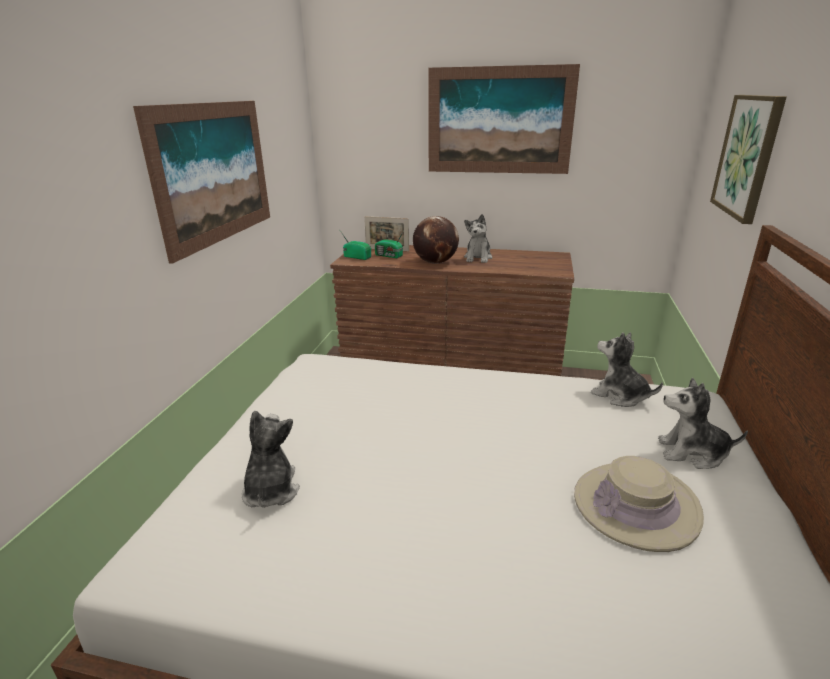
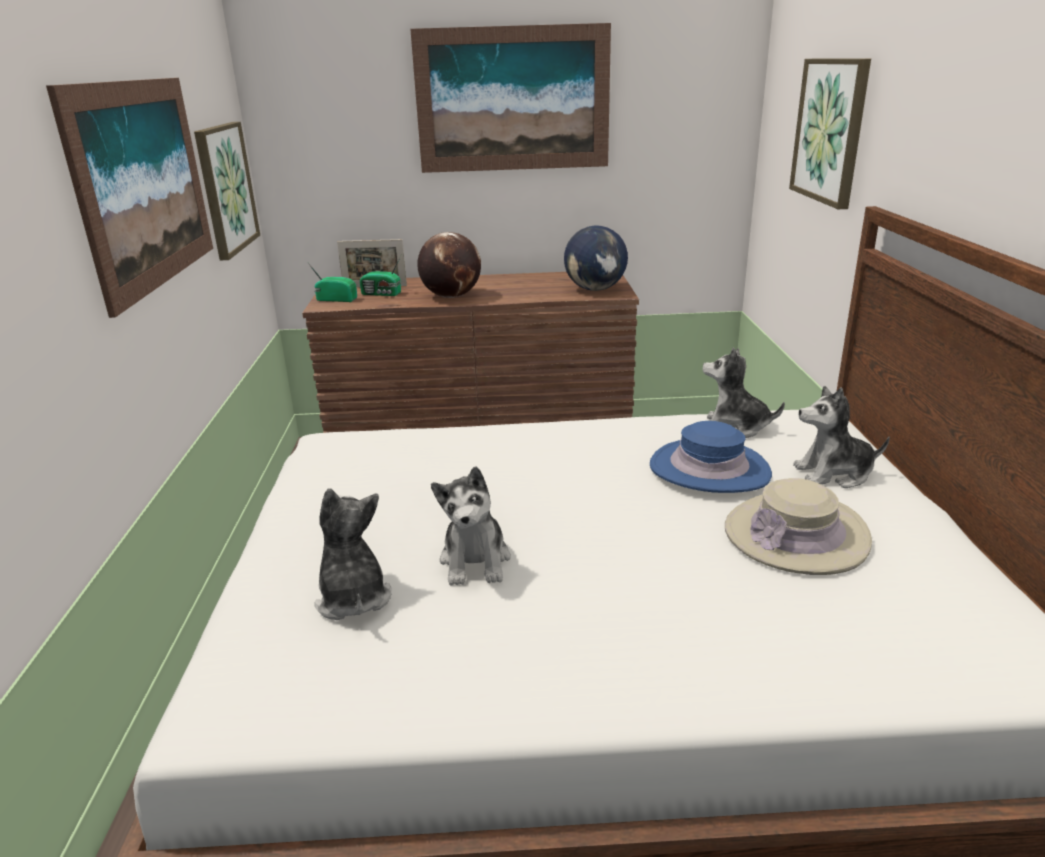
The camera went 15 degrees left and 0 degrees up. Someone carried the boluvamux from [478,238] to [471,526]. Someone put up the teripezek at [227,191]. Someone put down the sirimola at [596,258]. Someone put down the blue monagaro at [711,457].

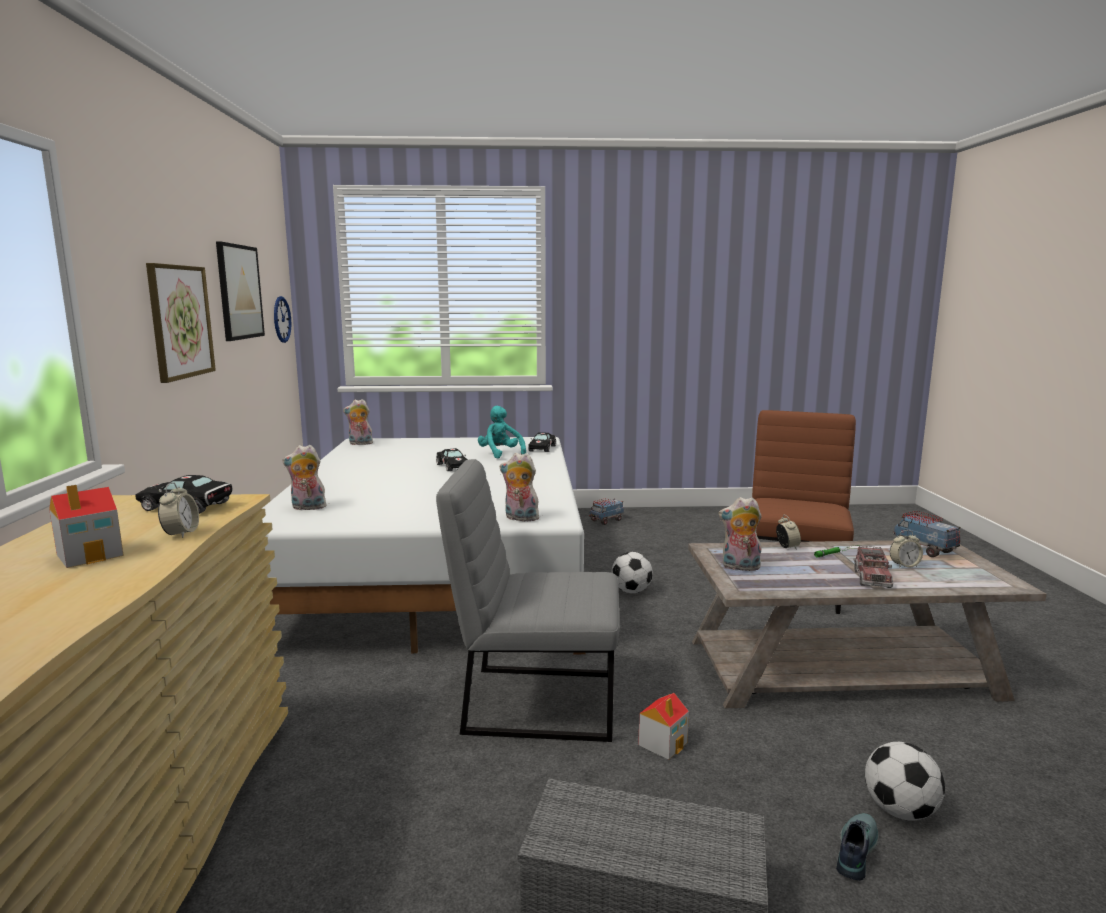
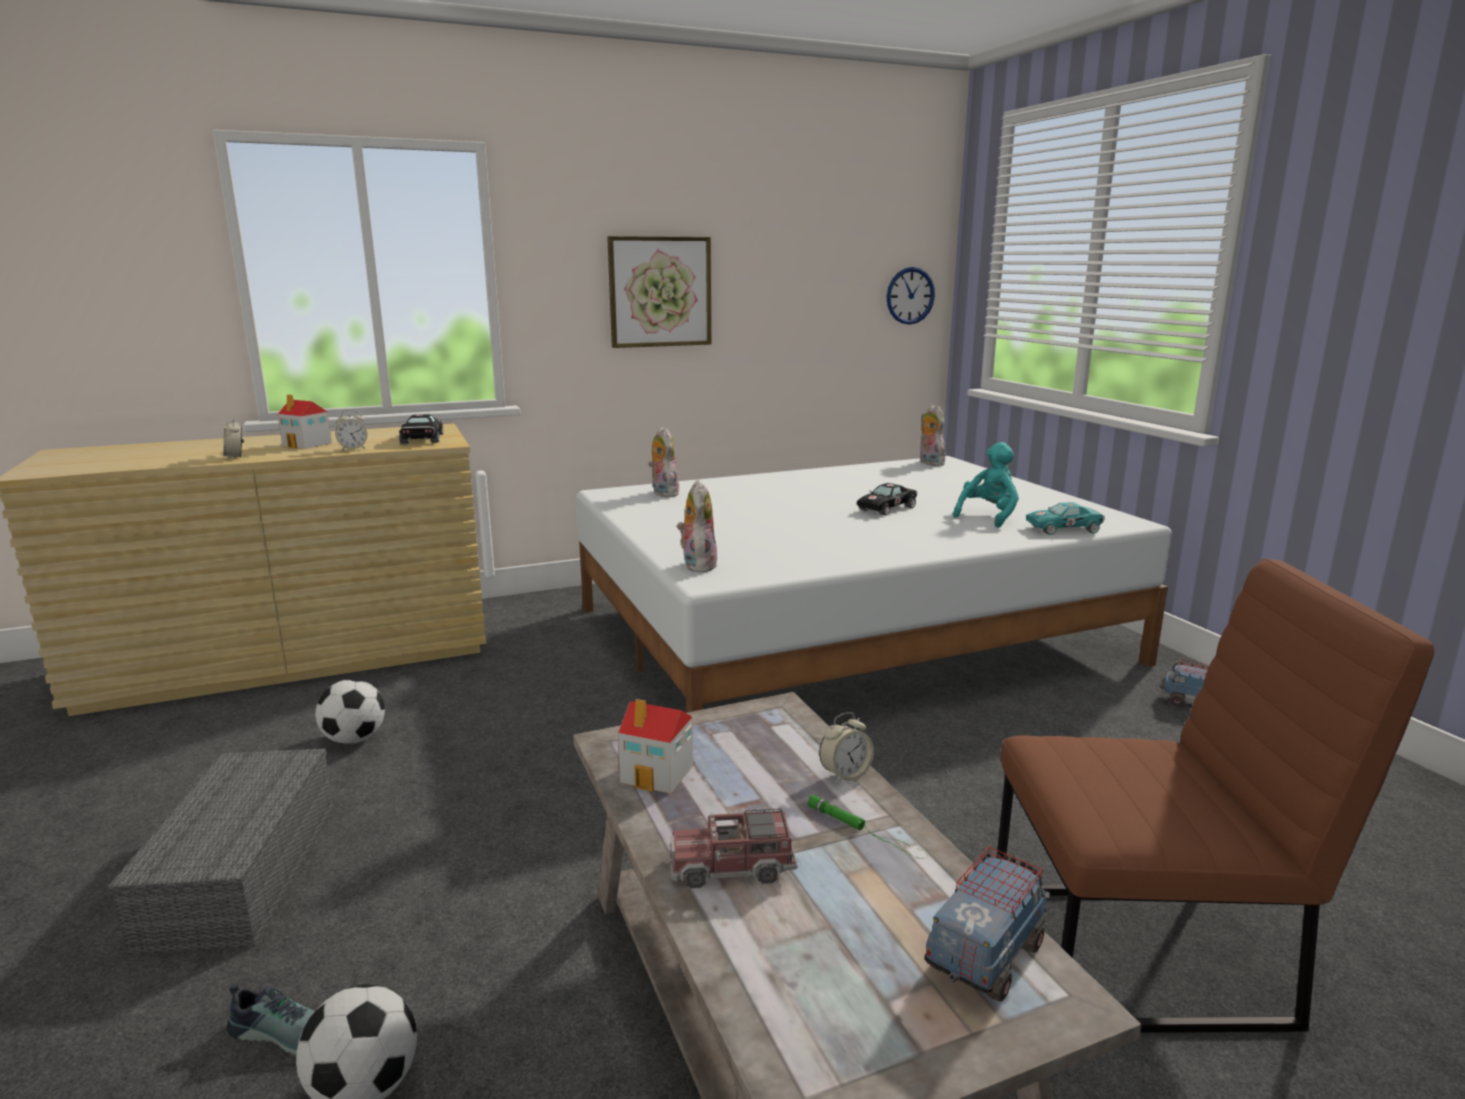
The camera went 70 degrees right and 5 degrees up. Someone took away the teripezek at [240,291]. Someone took away the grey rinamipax at [527,600]. Someone repainted the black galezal at [542,442], which became the turquoise galezal at [1065,518]. Someone carried the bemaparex from [632,572] to [350,711]. Someone carried the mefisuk from [663,726] to [655,746]. Someone took away the boluvamux at [740,534]. Someone carried the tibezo from [906,549] to [233,438].

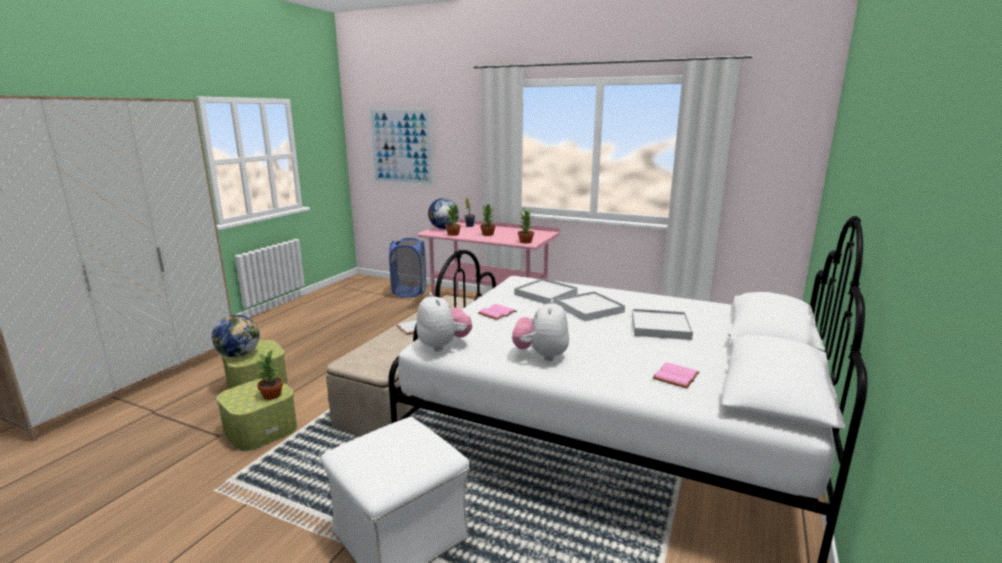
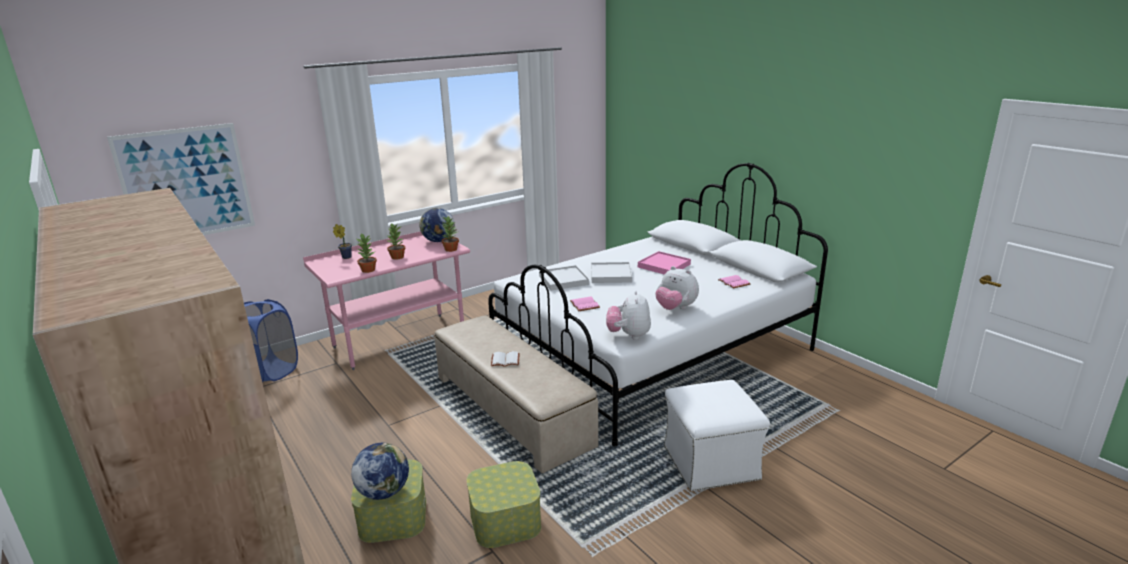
The camera went 60 degrees left and 5 degrees up. Someone took away the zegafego at [269,375]. Someone rotated the boluvamux at [444,321] by 90 degrees counterclockwise. Someone carried the sirimola from [443,213] to [437,225]. Someone repainted the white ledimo at [662,324], which became the pink ledimo at [664,263].

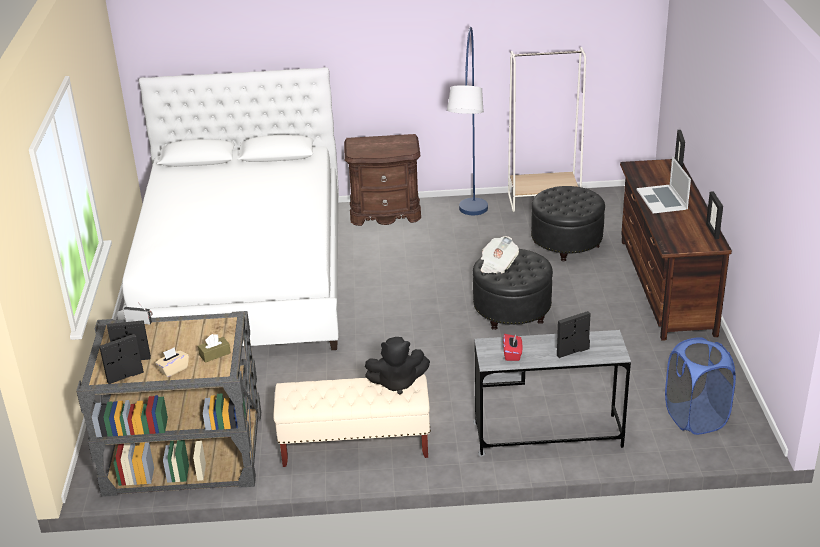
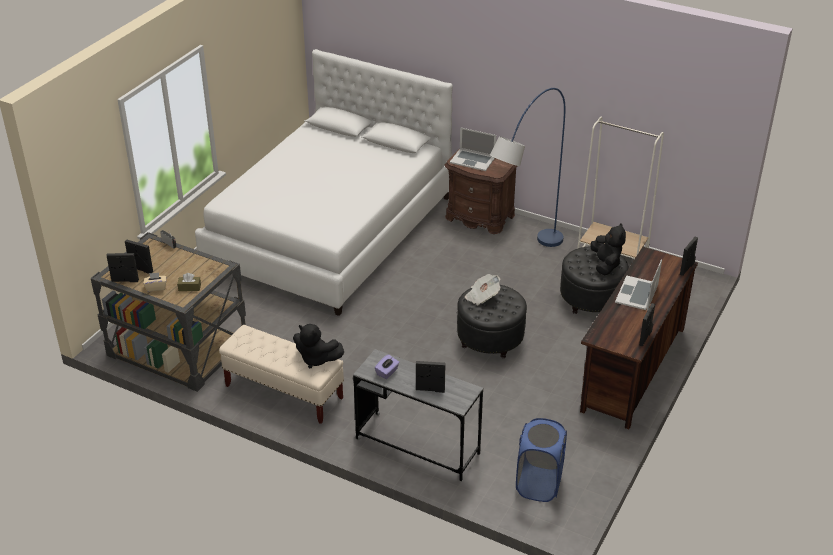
The camera went 30 degrees right and 5 degrees up. Someone repainted the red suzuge at [512,347], which became the purple suzuge at [387,366]. Someone put down the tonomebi at [473,149]. Someone put down the black boluvamux at [608,249].

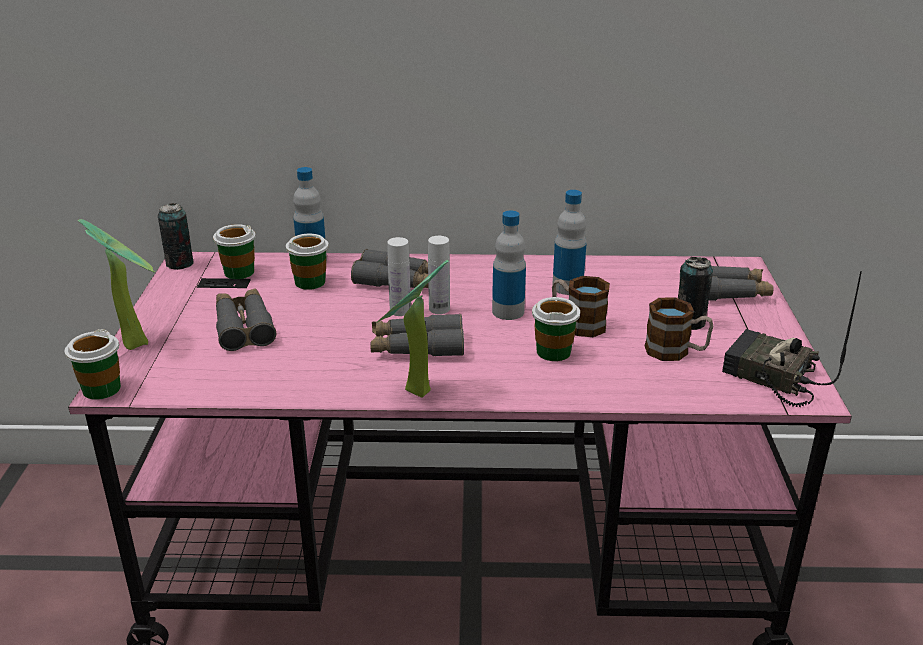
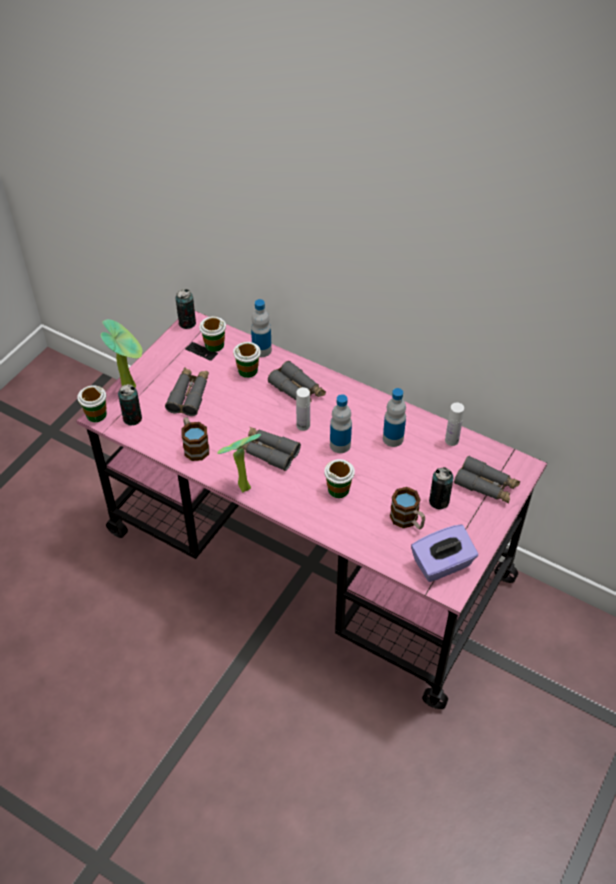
The camera went 30 degrees right and 20 degrees up. Someone carried the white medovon from [399,276] to [454,424]. Someone carried the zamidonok from [581,306] to [195,439]. Someone swapped the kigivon at [792,339] for the purple suzuge at [444,553]. Someone put down the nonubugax at [130,404].

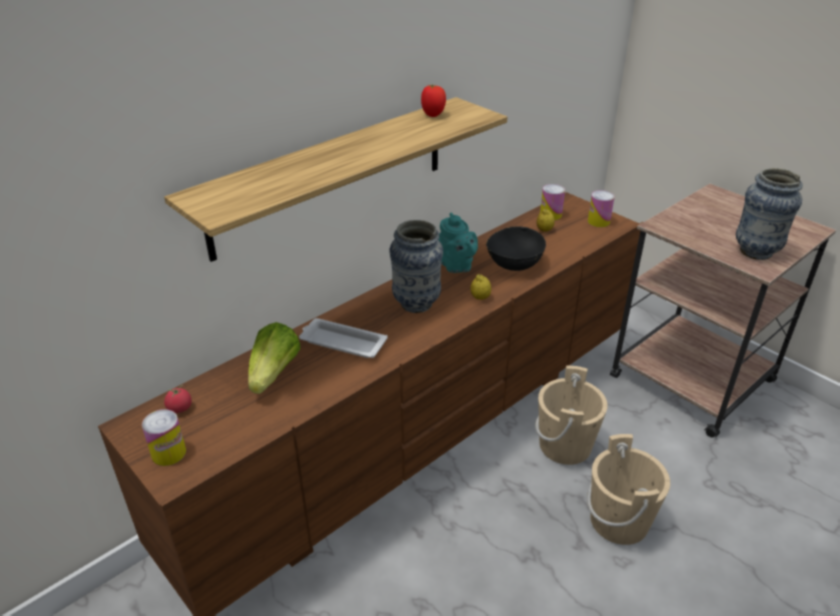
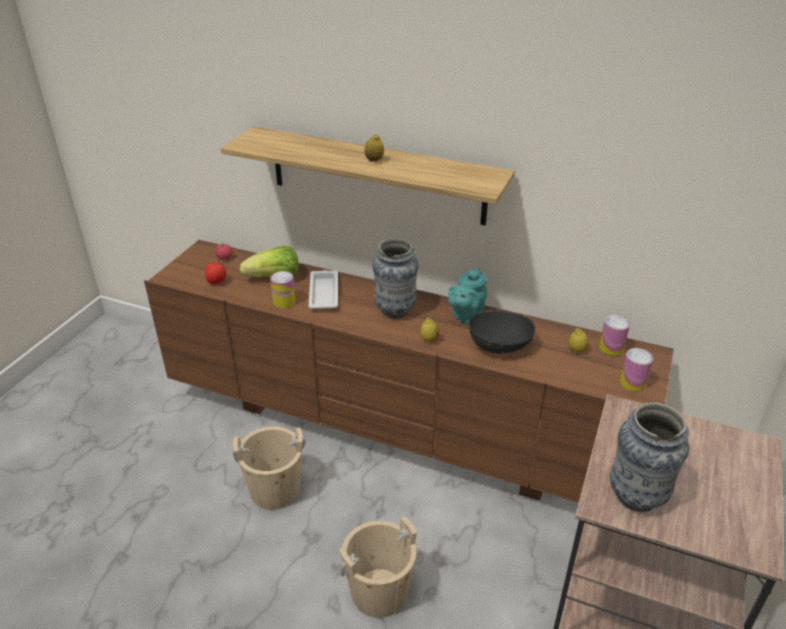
The camera went 65 degrees right and 0 degrees up. Someone carried the nonubugax from [164,437] to [282,289]. Someone carried the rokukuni from [433,101] to [215,273]. Someone carried the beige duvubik from [571,415] to [269,468]. Someone put down the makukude at [374,147].

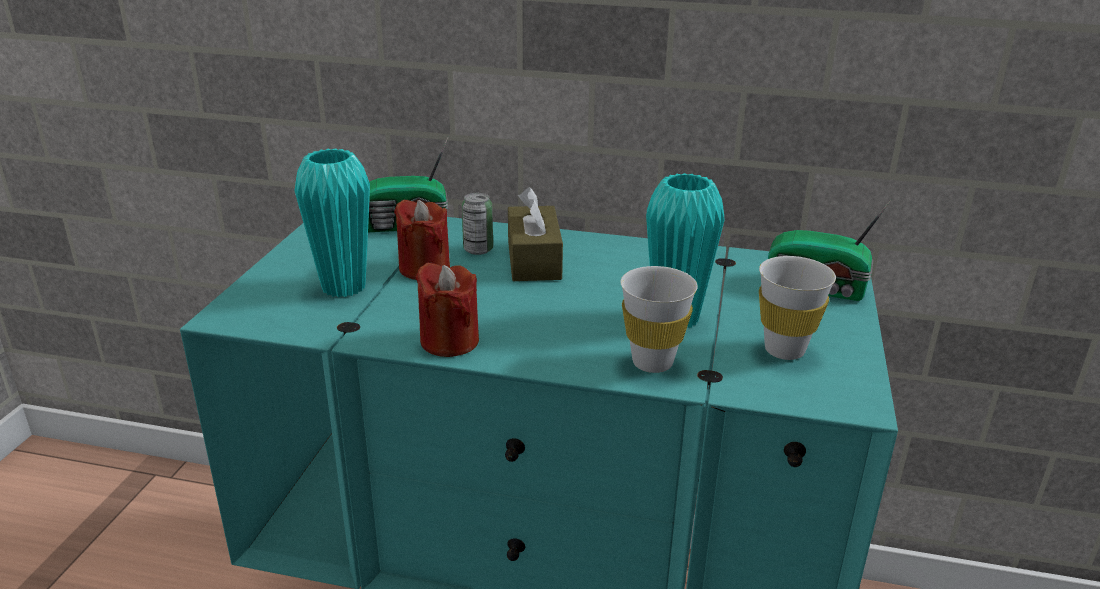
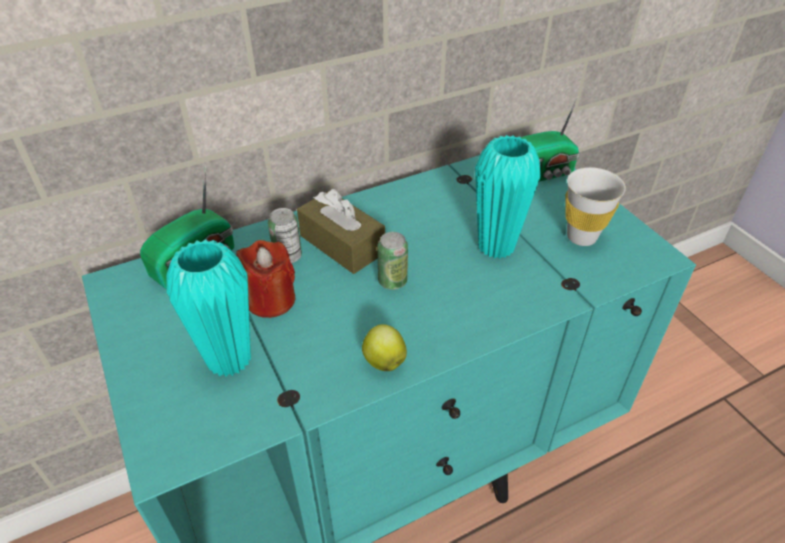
The camera went 40 degrees left and 15 degrees up. Someone swapped the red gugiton at [447,310] for the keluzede at [384,347]. Someone took away the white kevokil at [659,319]. Someone put down the nonubugax at [392,261].

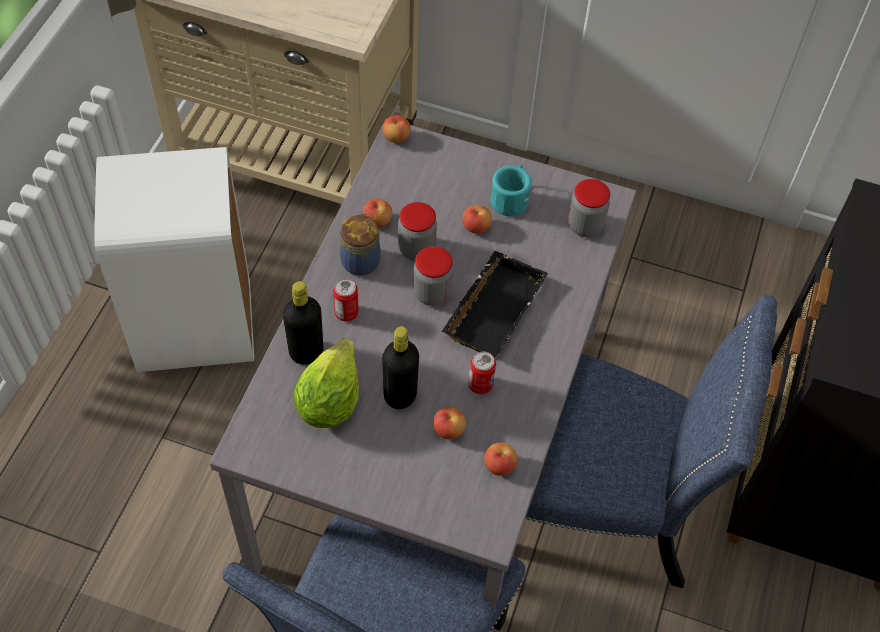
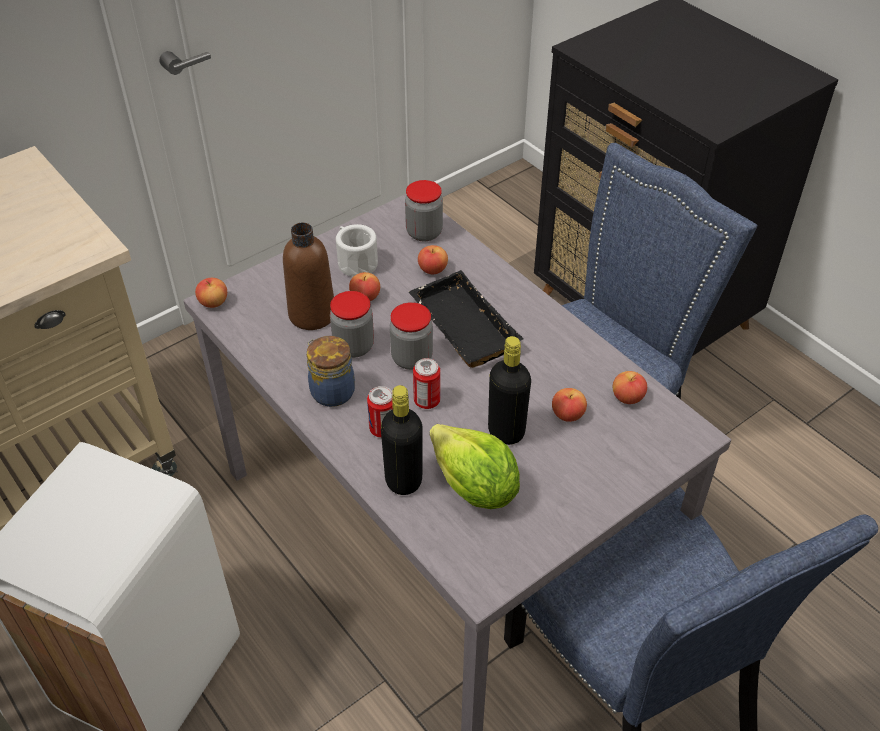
The camera went 55 degrees left and 10 degrees down. Someone carried the keluzede from [377,213] to [433,259]. Someone carried the nonubugax from [482,373] to [426,383]. Someone repainted the turquoise zamidonok at [511,190], which became the white zamidonok at [357,250]. Someone put down the brown medovon at [308,276].

